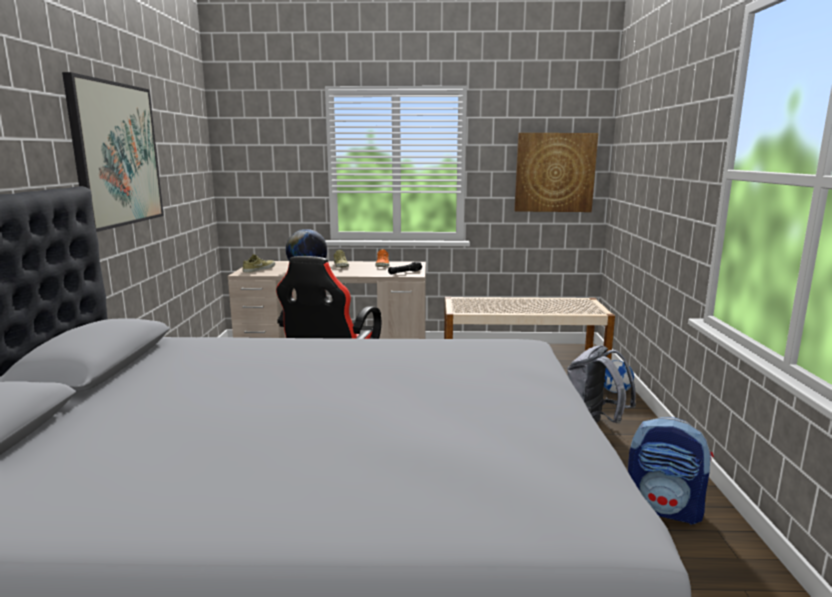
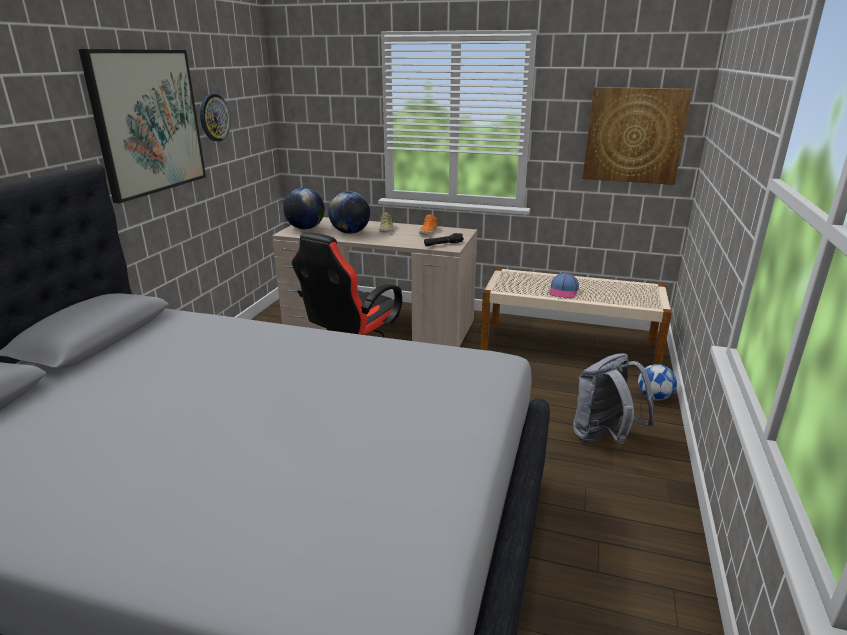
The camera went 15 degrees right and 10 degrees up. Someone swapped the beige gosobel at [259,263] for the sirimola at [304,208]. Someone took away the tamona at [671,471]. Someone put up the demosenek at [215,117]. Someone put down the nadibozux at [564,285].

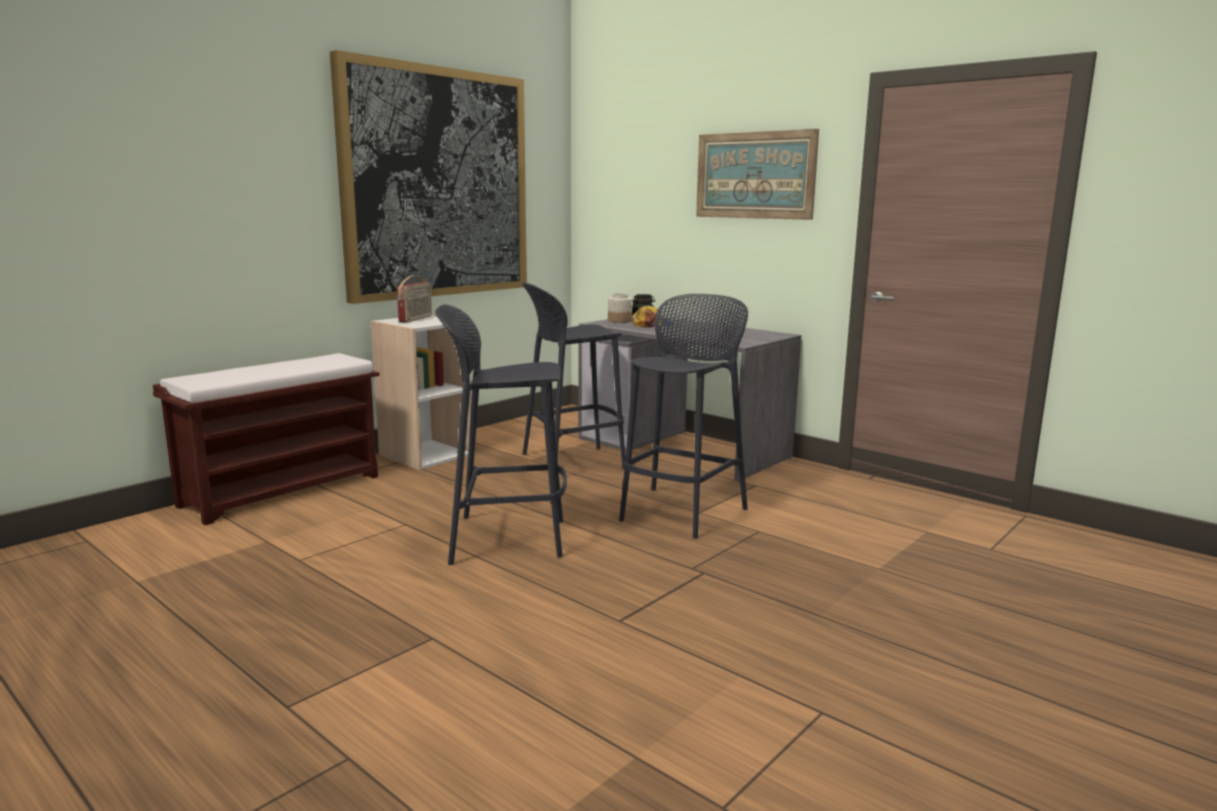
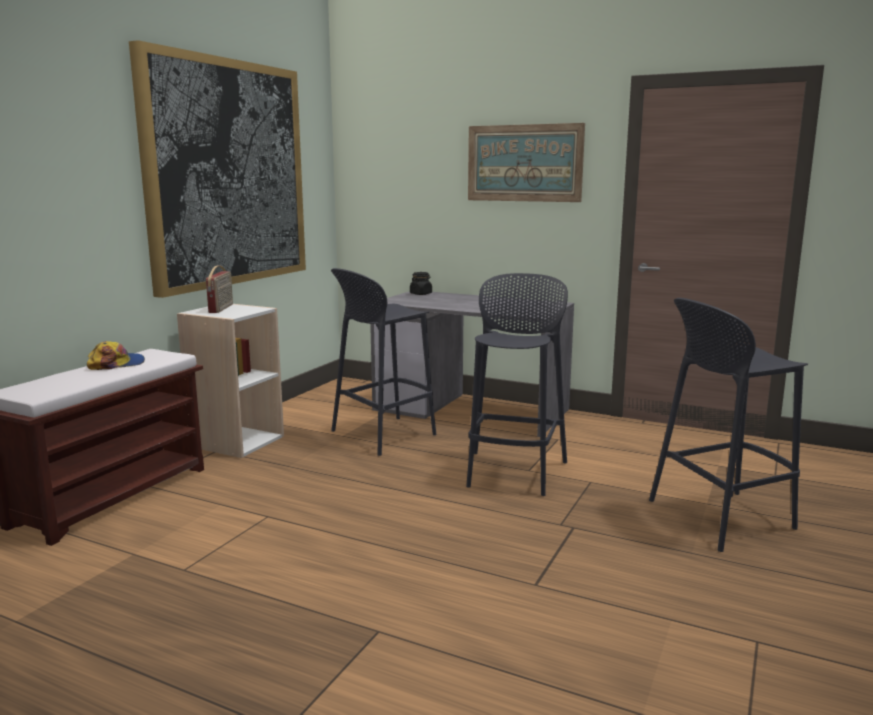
The camera went 15 degrees left and 0 degrees up. Someone carried the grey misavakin from [501,435] to [728,425]. Someone took away the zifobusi at [620,308]. Someone carried the nadibozux from [652,317] to [116,355].

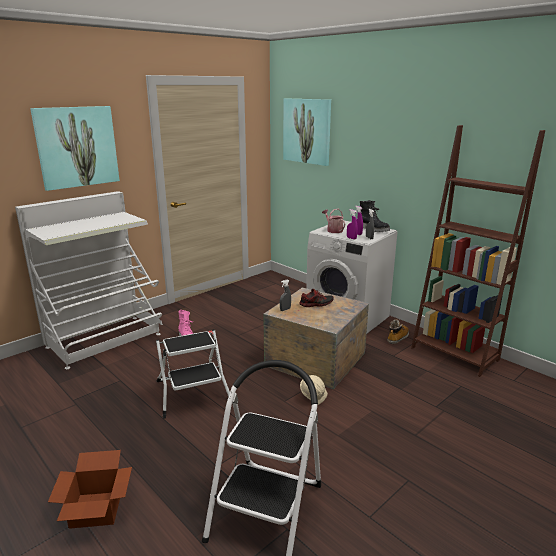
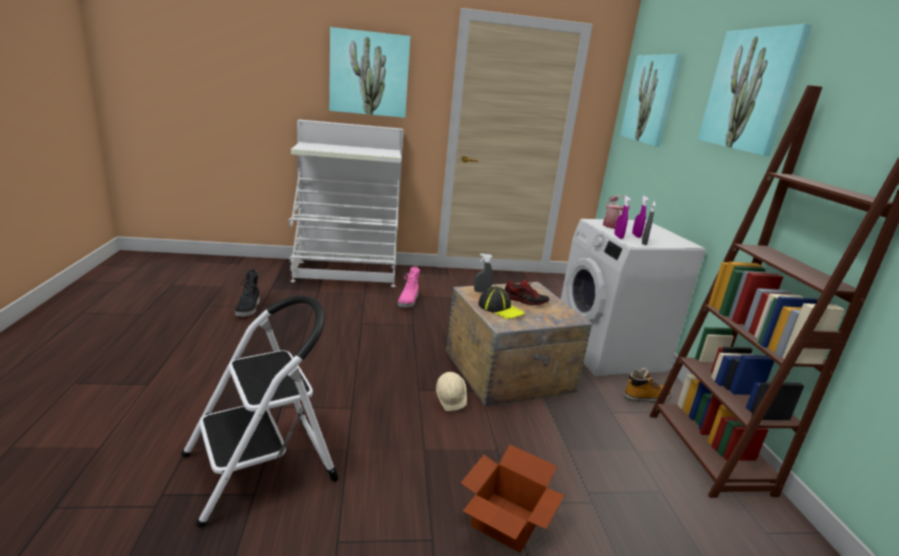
The camera went 35 degrees right and 0 degrees up. Someone carried the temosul from [90,489] to [512,499]. Someone took away the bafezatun at [193,374]. Someone carried the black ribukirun from [375,216] to [247,293]. Someone put down the nadibozux at [501,302]. Someone put up the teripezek at [755,90].

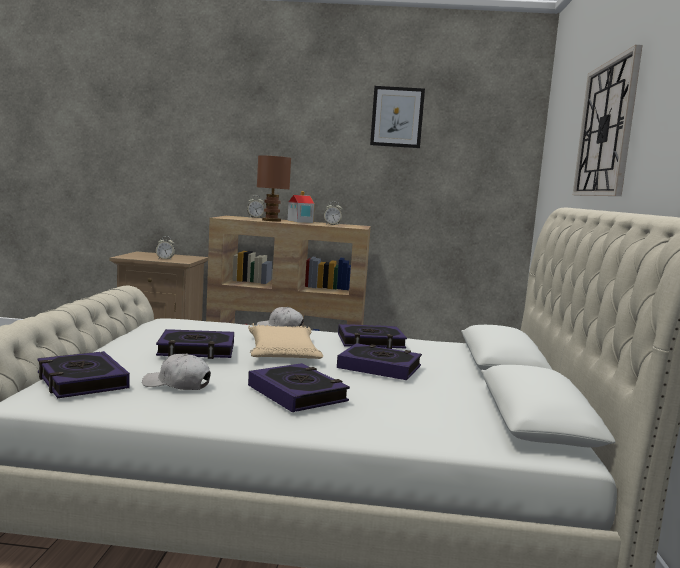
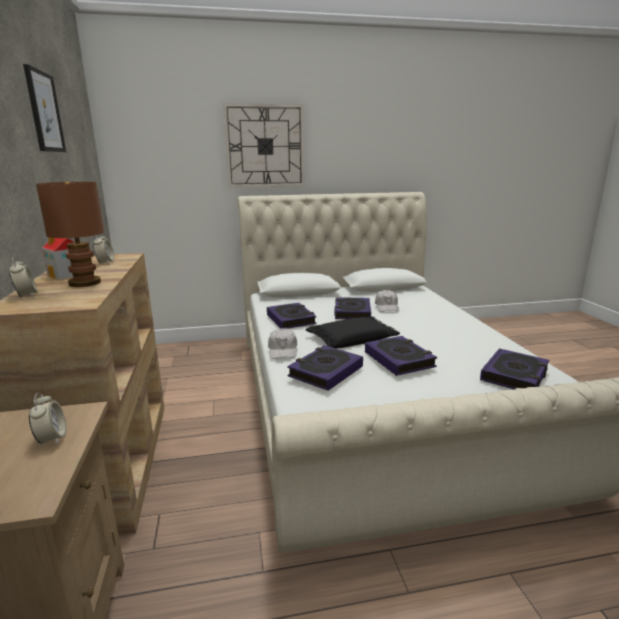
The camera went 105 degrees left and 10 degrees up. Someone carried the white nadibozux from [176,372] to [387,301]. Someone repainted the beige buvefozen at [285,341], which became the black buvefozen at [353,332]. Someone carried the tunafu from [299,387] to [325,368].

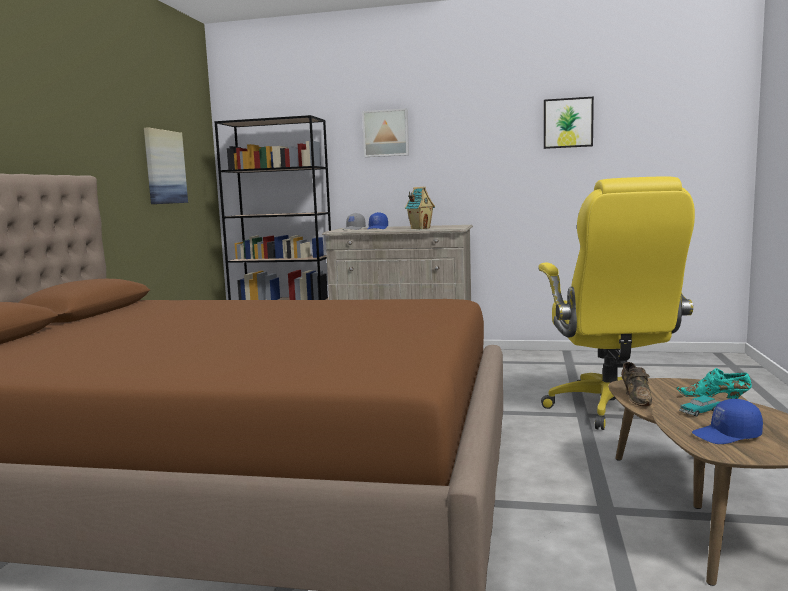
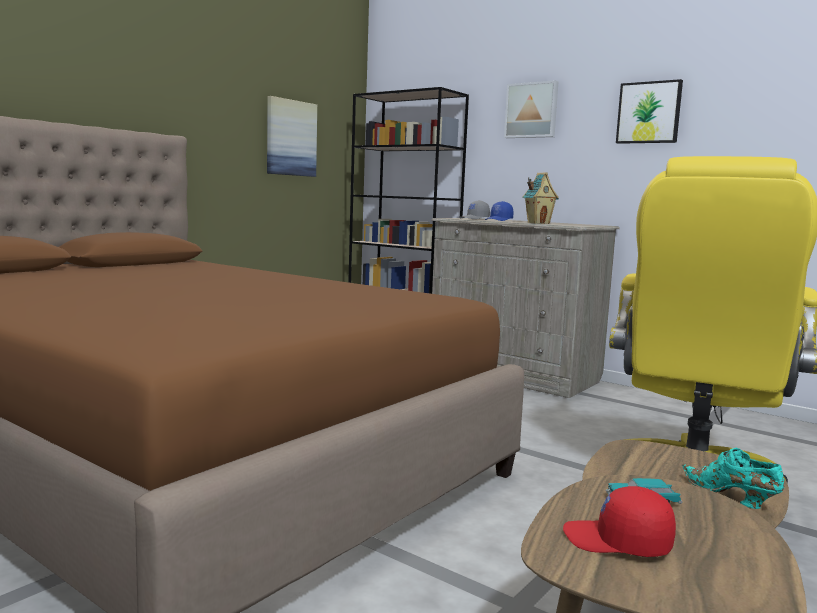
The camera went 25 degrees right and 0 degrees up. Someone carried the teripezek from [569,123] to [649,111]. Someone took away the brown gosobel at [636,384]. Someone repainted the blue nadibozux at [727,421], which became the red nadibozux at [619,521].

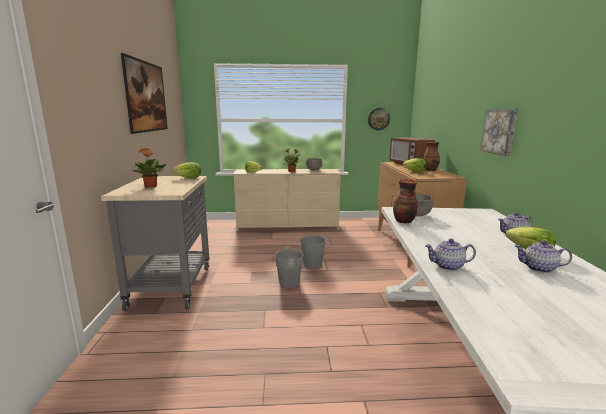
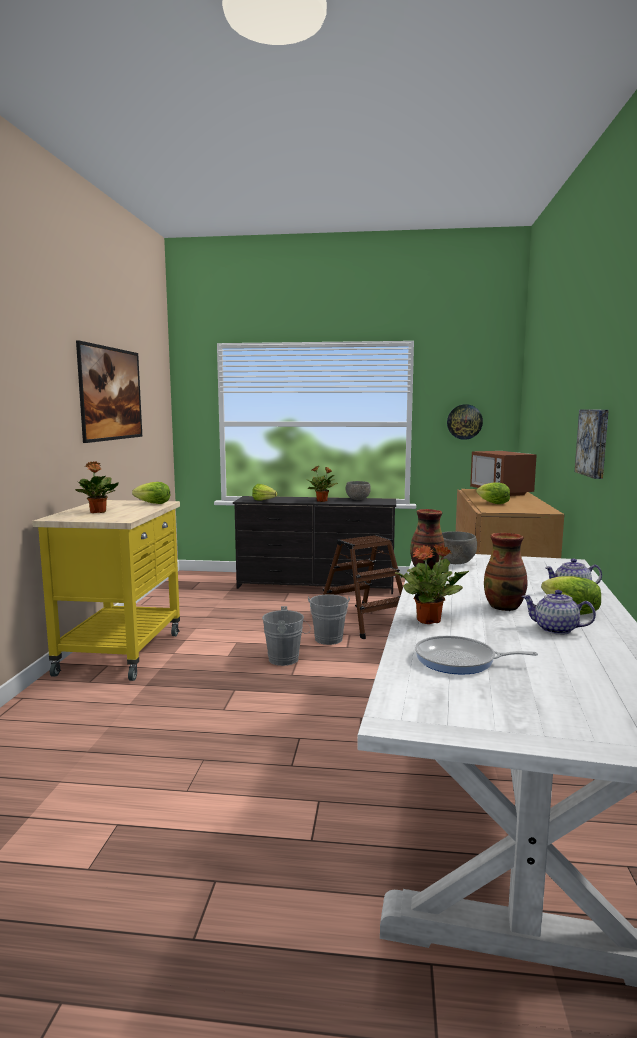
The camera went 10 degrees right and 5 degrees down. Someone repainted the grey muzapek at [155,243], which became the yellow muzapek at [106,590]. Someone repainted the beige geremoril at [287,200], which became the black geremoril at [314,545]. Someone carried the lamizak from [431,156] to [506,572]. Someone swapped the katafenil at [450,254] for the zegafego at [432,584]. Someone put down the brown bafezatun at [363,587]. Someone put down the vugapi at [476,655].

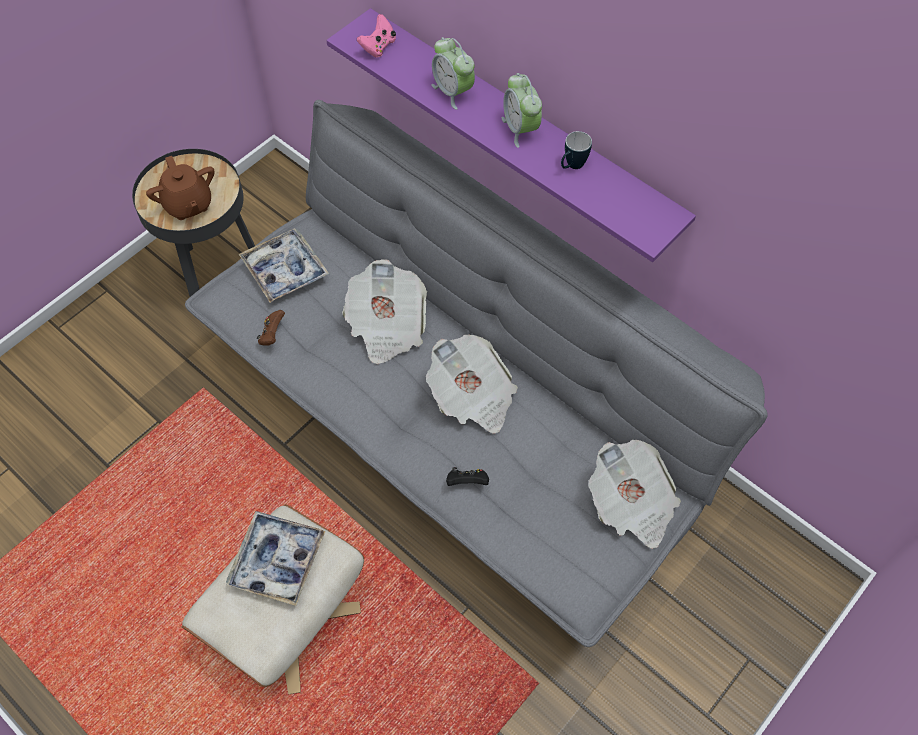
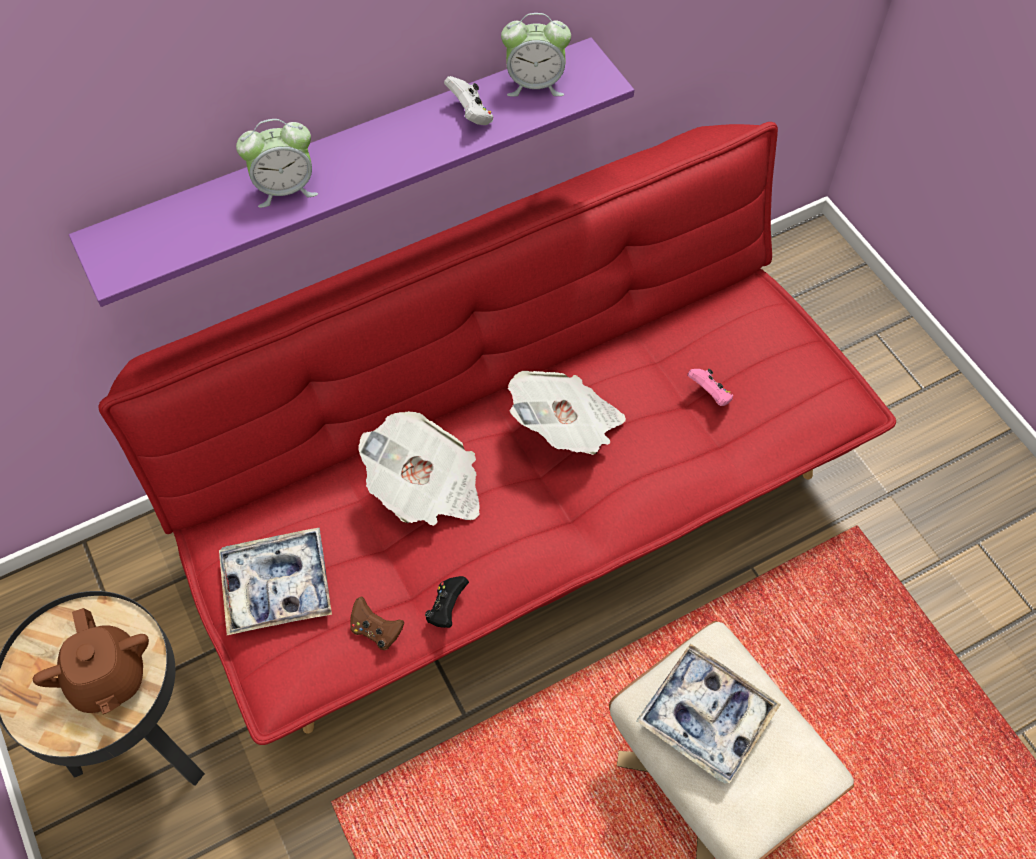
The camera went 70 degrees left and 0 degrees up. Someone rotated the brown katafenil at [180,188] by 75 degrees clockwise. Someone repainted the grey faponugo at [476,373], which became the red faponugo at [497,433]. Someone carried the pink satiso from [376,36] to [710,387]. Someone carried the black satiso from [467,476] to [447,602]. Someone carried the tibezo from [522,110] to [536,54]. Someone swapped the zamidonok at [576,150] for the white satiso at [468,100]. Someone took away the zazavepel at [634,494].

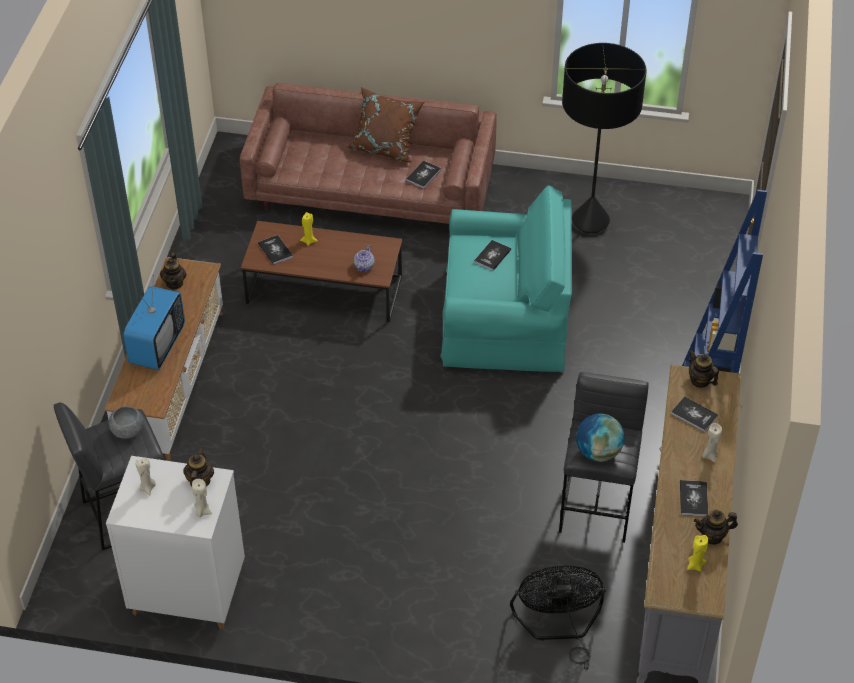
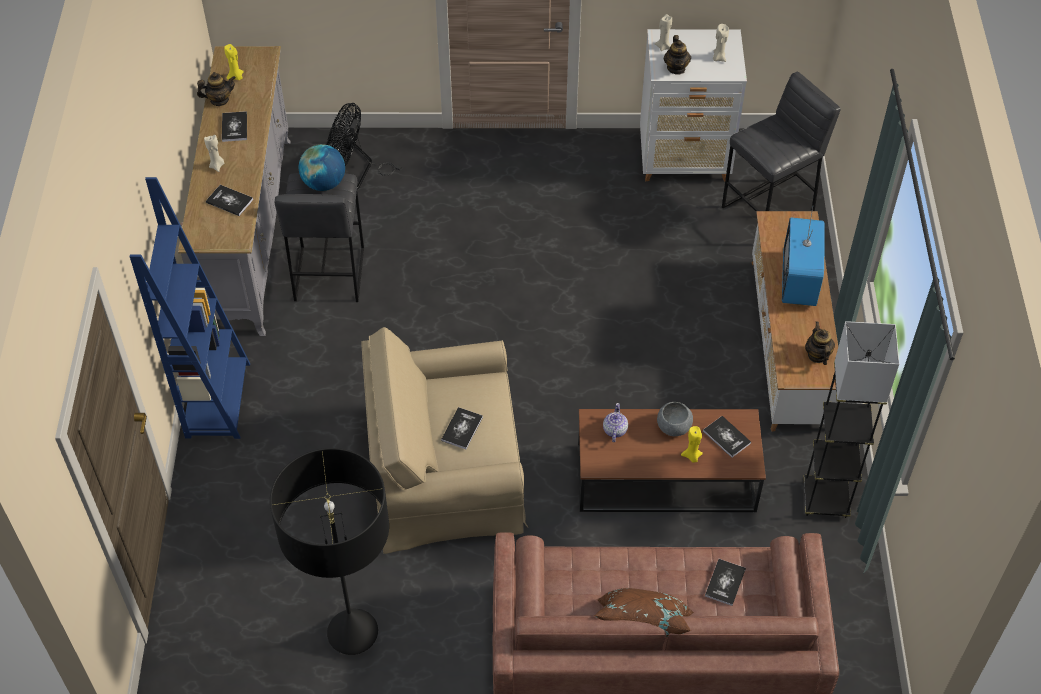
The camera went 170 degrees right and 5 degrees up. Someone carried the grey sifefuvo from [126,422] to [675,419]. Someone carried the tunafu from [423,174] to [725,582]. Someone repainted the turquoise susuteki at [506,278], which became the beige susuteki at [444,440]. Someone rotated the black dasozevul at [558,618] by 120 degrees clockwise. Someone took away the katafenil at [704,369]. Someone put down the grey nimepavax at [851,419].

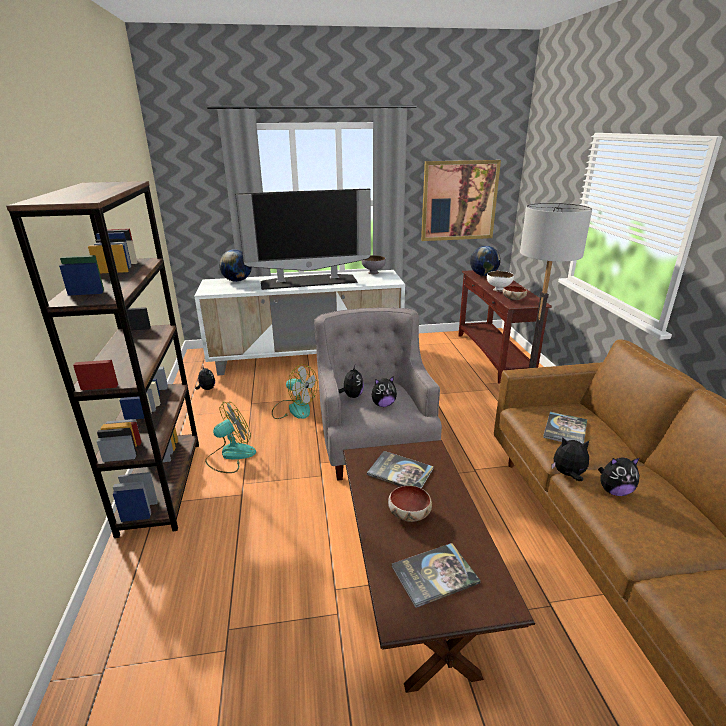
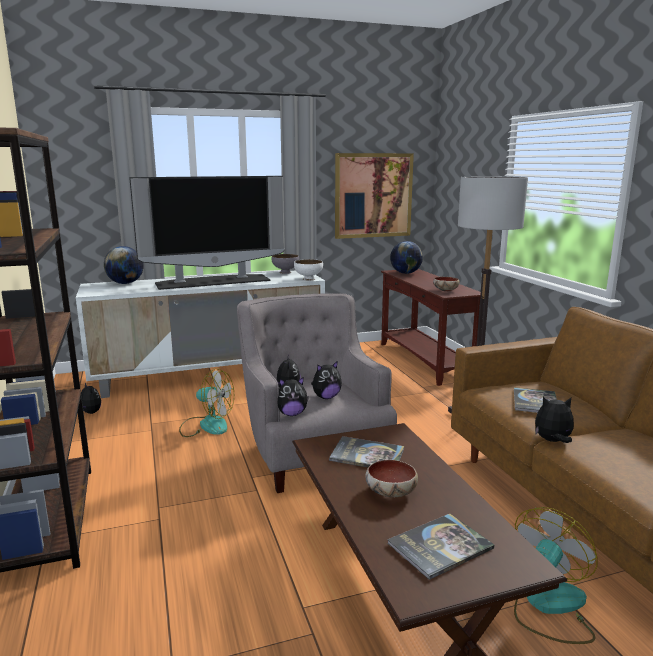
The camera went 10 degrees left and 10 degrees down. Someone carried the dasozevul from [230,437] to [556,575]. Someone carried the white sifefuvo from [500,281] to [308,270]. Someone carried the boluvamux from [618,477] to [293,397].

